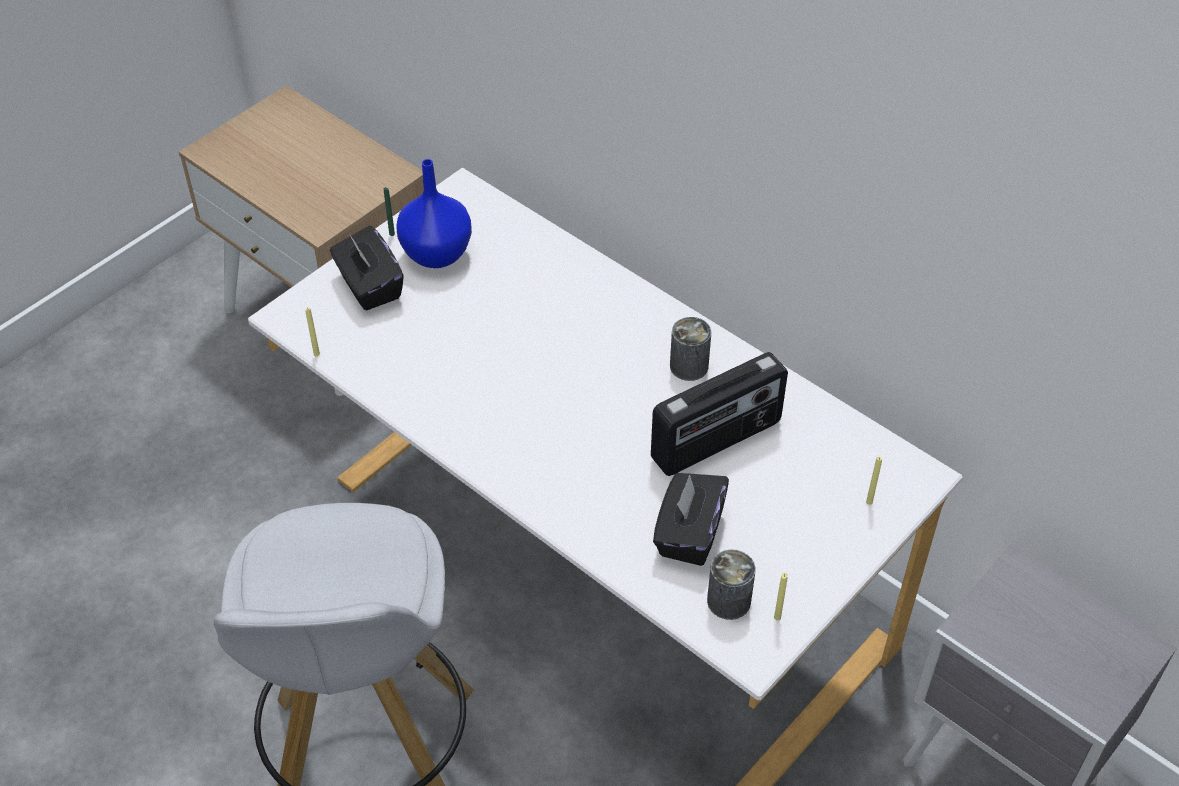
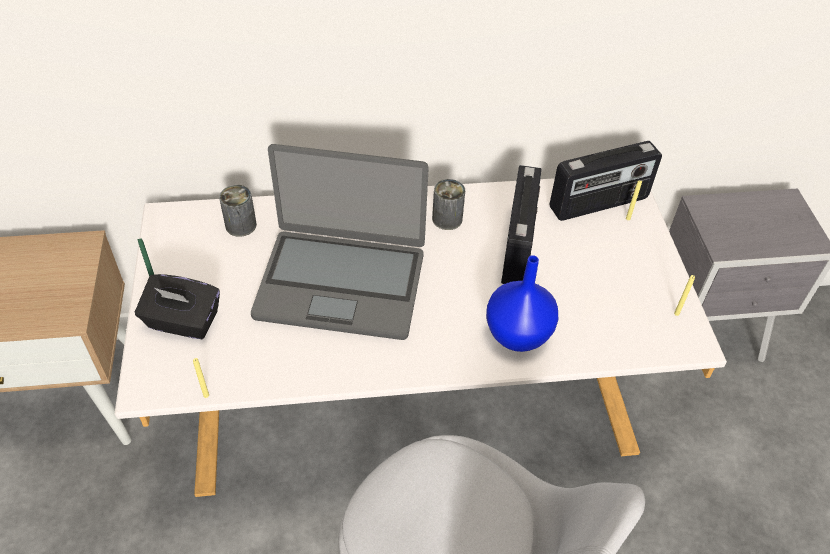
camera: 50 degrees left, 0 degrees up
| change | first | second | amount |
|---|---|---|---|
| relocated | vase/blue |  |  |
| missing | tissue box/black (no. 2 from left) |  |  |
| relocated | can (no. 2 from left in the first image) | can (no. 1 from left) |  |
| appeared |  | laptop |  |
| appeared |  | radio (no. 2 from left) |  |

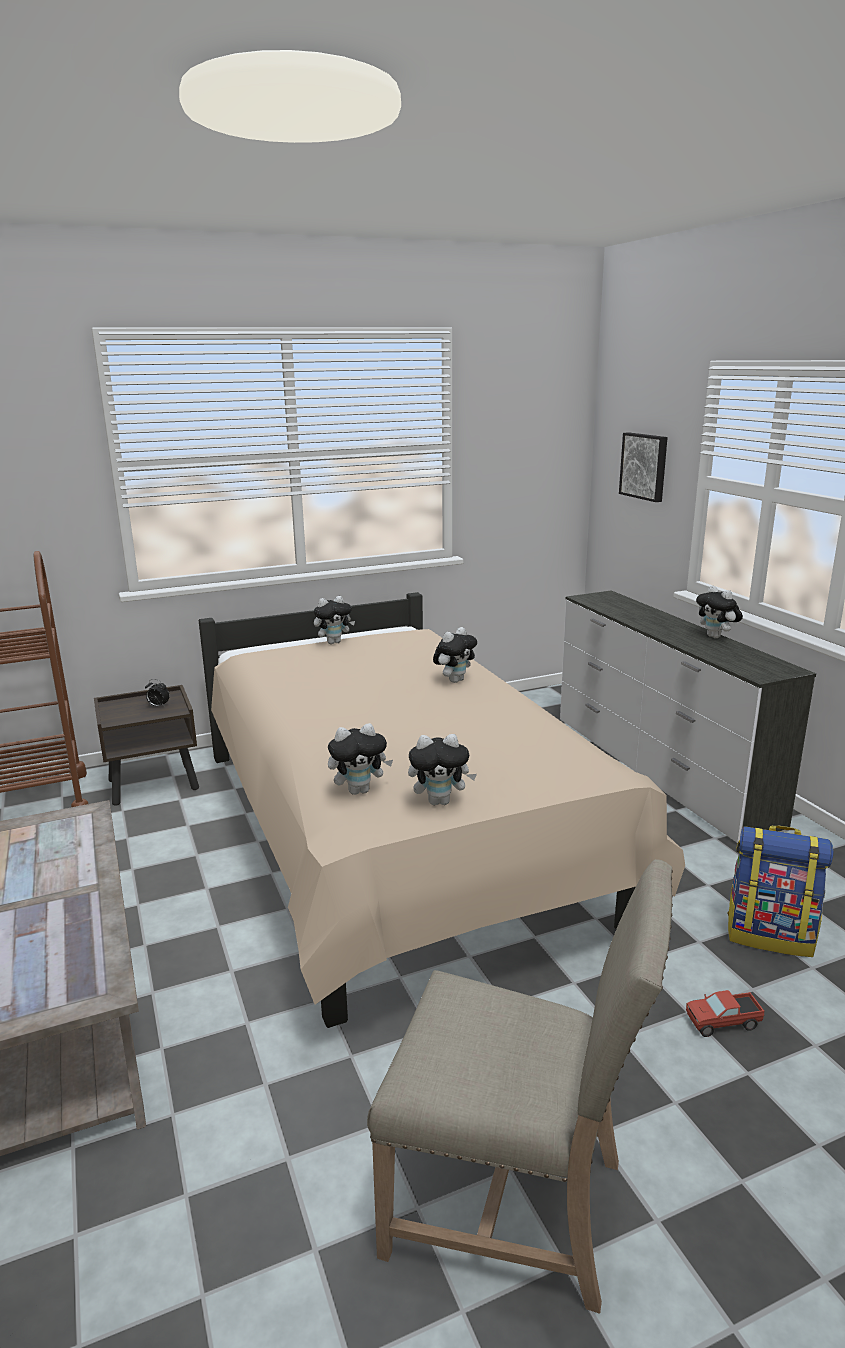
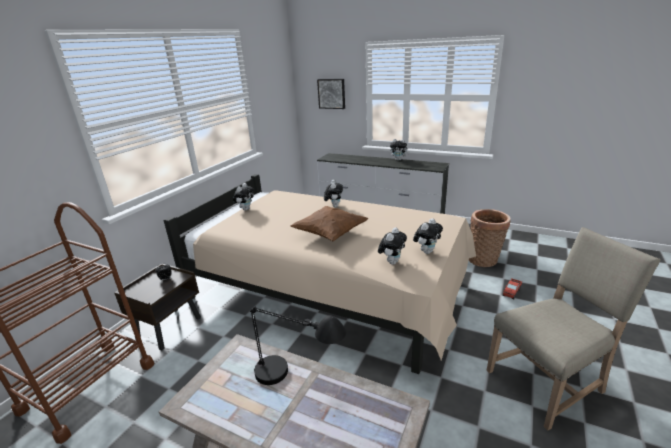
camera: 40 degrees left, 5 degrees up
| change | first | second | amount |
|---|---|---|---|
| exchanged | backpack | basket |  |
| appeared |  | table lamp/black |  |
| appeared |  | pillow/brown |  |

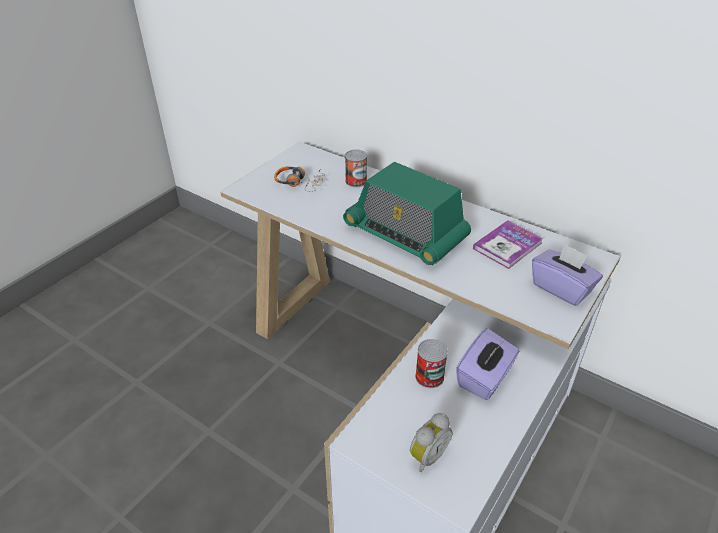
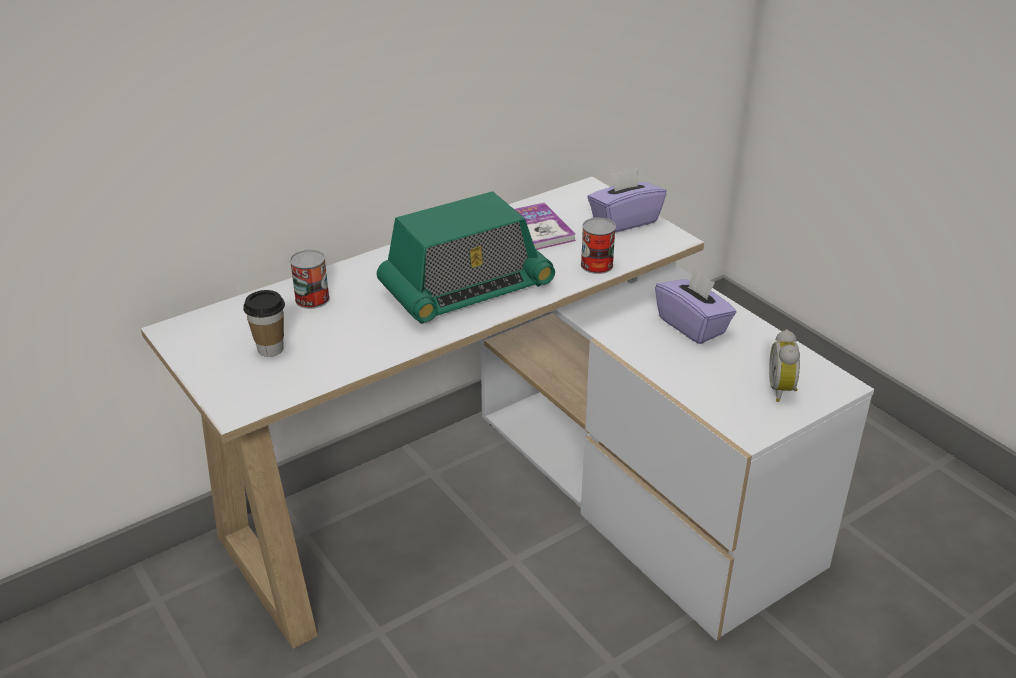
camera: 70 degrees left, 5 degrees down
| change | first | second | amount |
|---|---|---|---|
| exchanged | headphones | cup |  |
| spun | alarm clock |  | 150 degrees counterclockwise |
| relocated | can (no. 2 from left) |  |  |

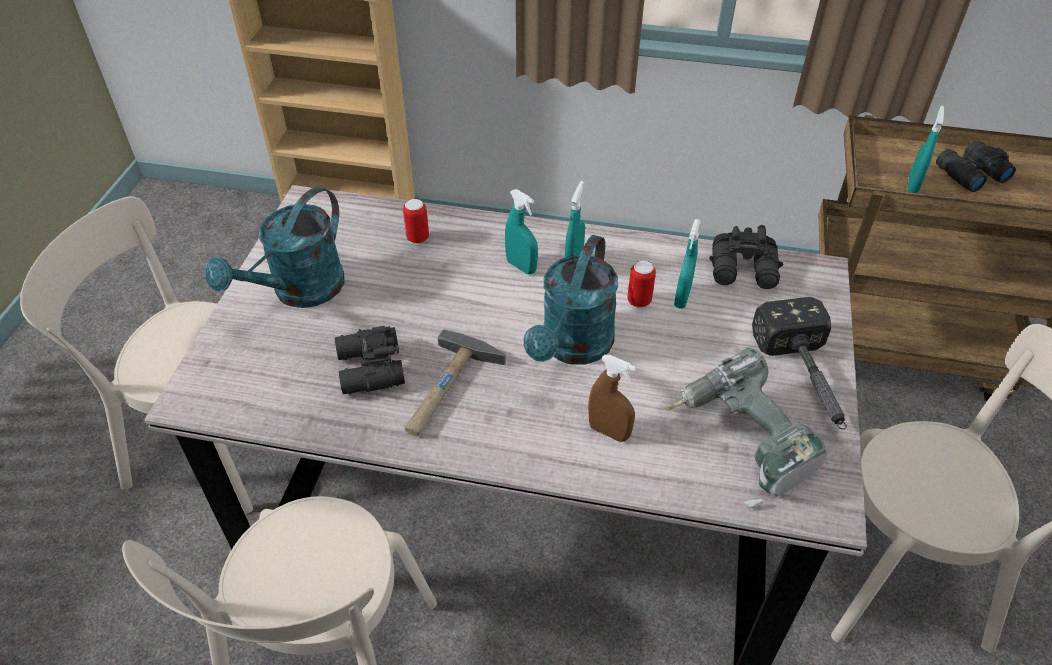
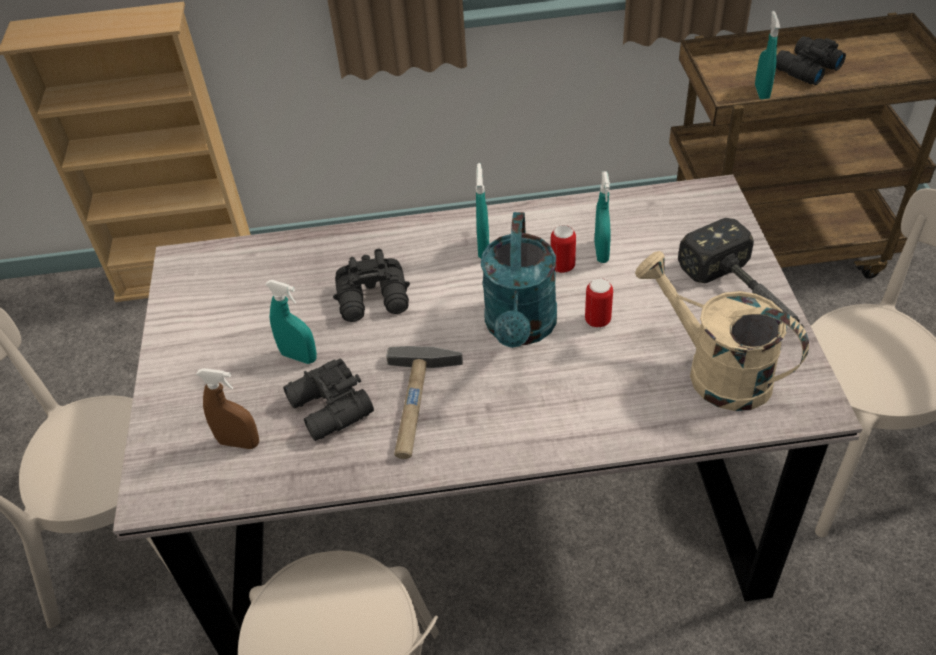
camera: 15 degrees left, 0 degrees up
| change | first | second | amount |
|---|---|---|---|
| missing | watering can/turquoise (no. 1 from left) |  |  |
| relocated | can (no. 1 from left in the first image) | can (no. 2 from left) |  |
| relocated | spray bottle/turquoise (no. 1 from left) |  |  |
| relocated | spray bottle/brown |  |  |
| exchanged | power drill | watering can/beige |  |
| relocated | binoculars/black (no. 2 from left) |  |  |

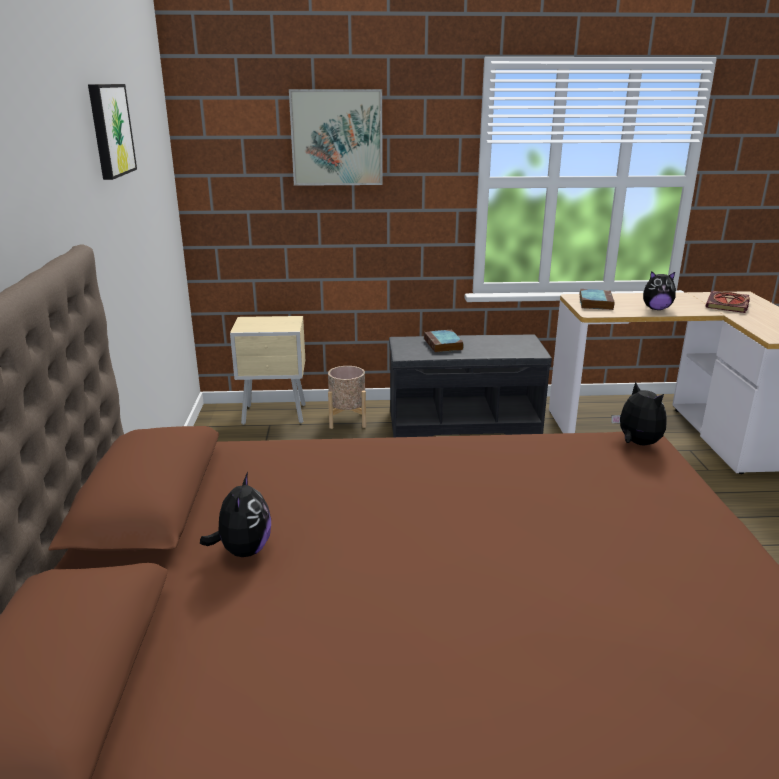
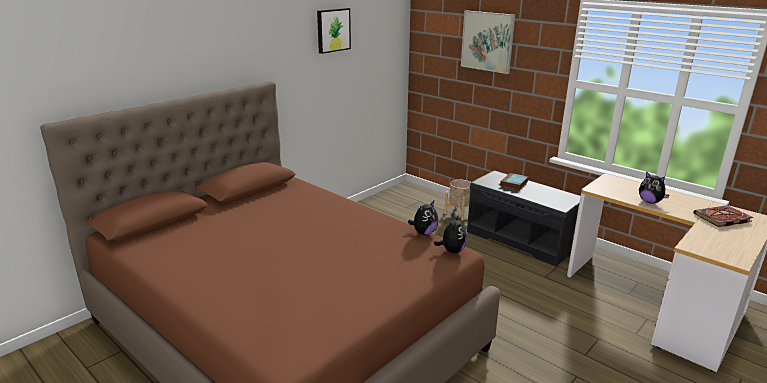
camera: 45 degrees right, 0 degrees up
| change | first | second | amount |
|---|---|---|---|
| relocated | plush toy (no. 1 from left) |  |  |
| missing | nightstand/beige |  |  |
| missing | book (no. 2 from left) |  |  |

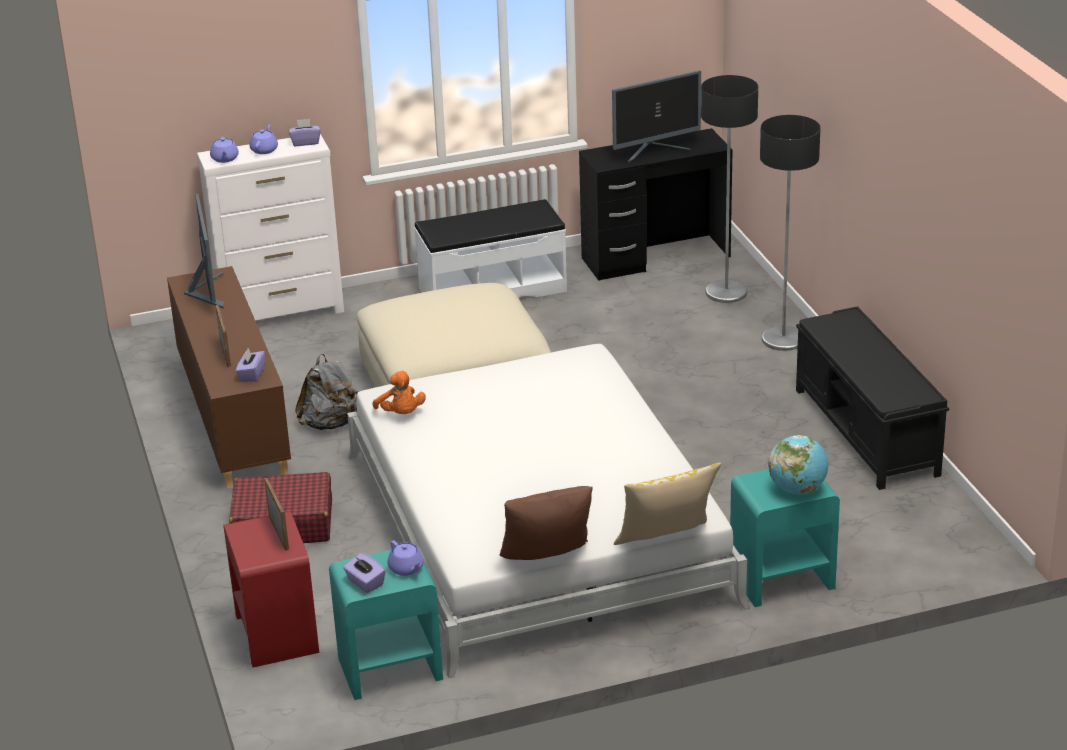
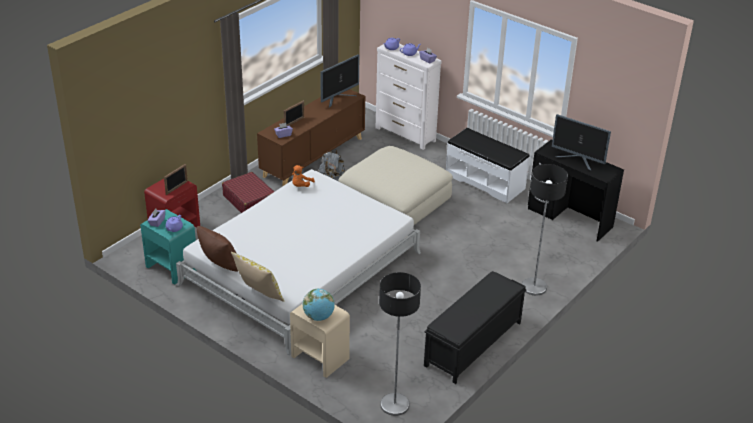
camera: 55 degrees right, 5 degrees up
| change | first | second | amount |
|---|---|---|---|
| relocated | floor lamp (no. 1 from left) |  |  |
| colour | nightstand/turquoise (no. 2 from left) | nightstand/beige |  |

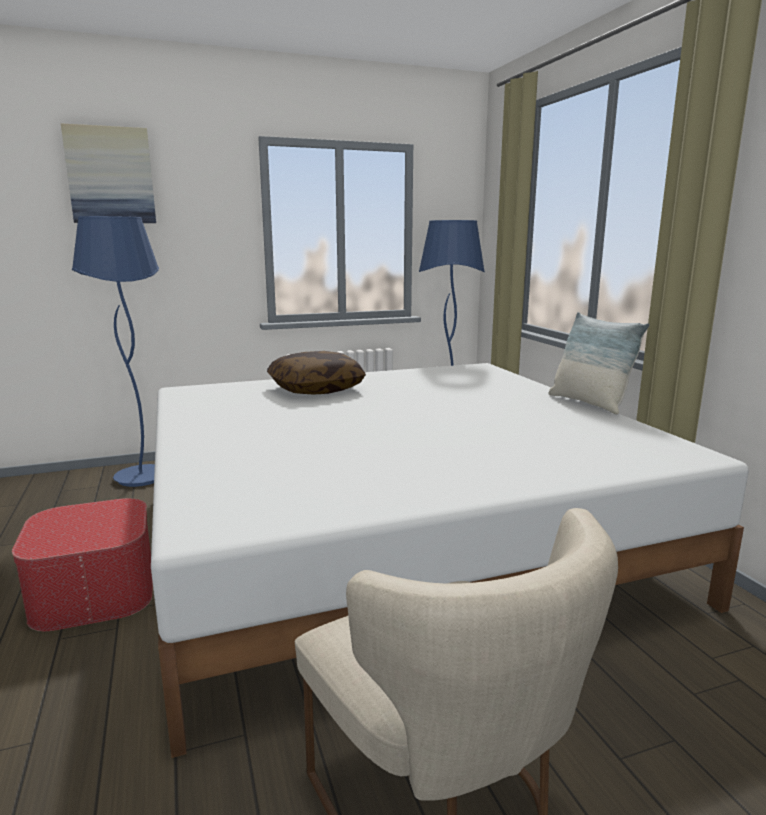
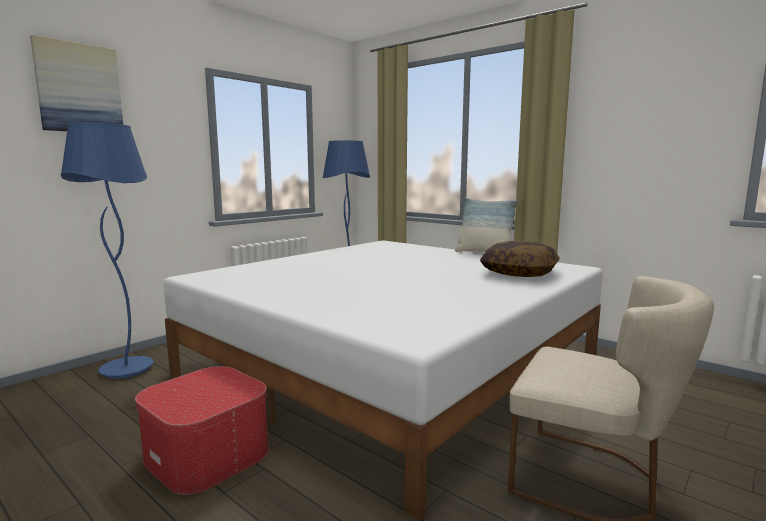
camera: 30 degrees left, 5 degrees down
| change | first | second | amount |
|---|---|---|---|
| relocated | pillow (no. 1 from left in the first image) | pillow (no. 2 from left) |  |

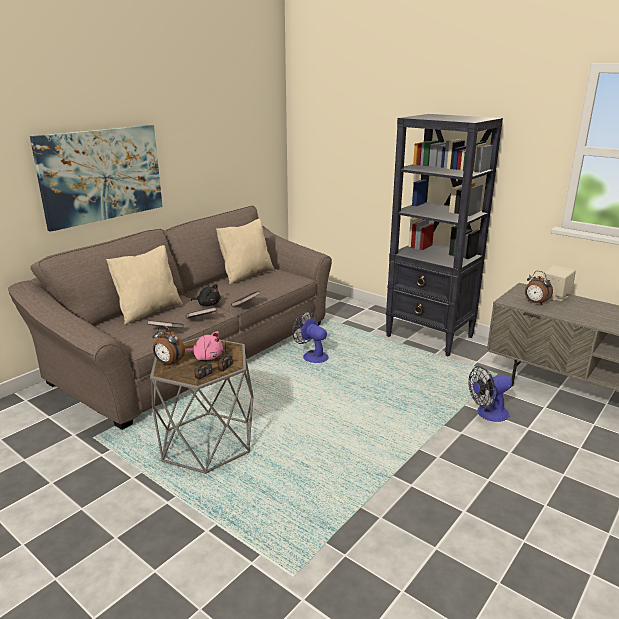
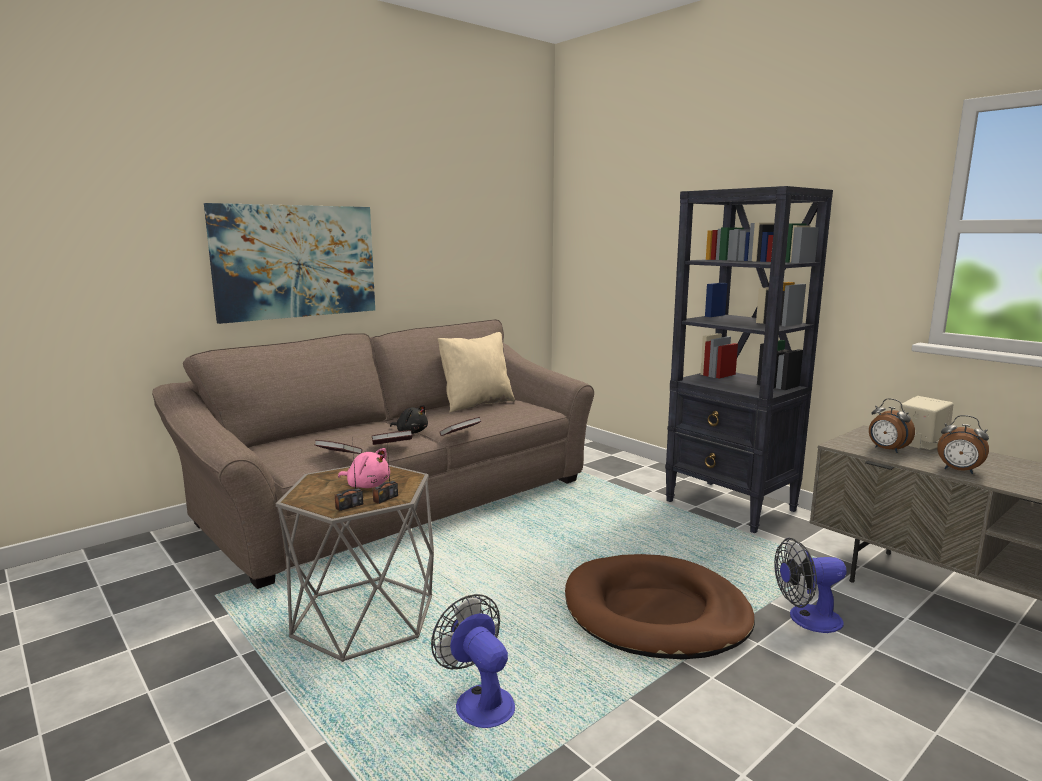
camera: 10 degrees right, 10 degrees down
| change | first | second | amount |
|---|---|---|---|
| missing | pillow/beige (no. 1 from left) |  |  |
| relocated | alarm clock (no. 1 from left in the first image) | alarm clock (no. 2 from left) |  |
| relocated | fan (no. 1 from left) |  |  |
| appeared |  | dog bed/brown |  |

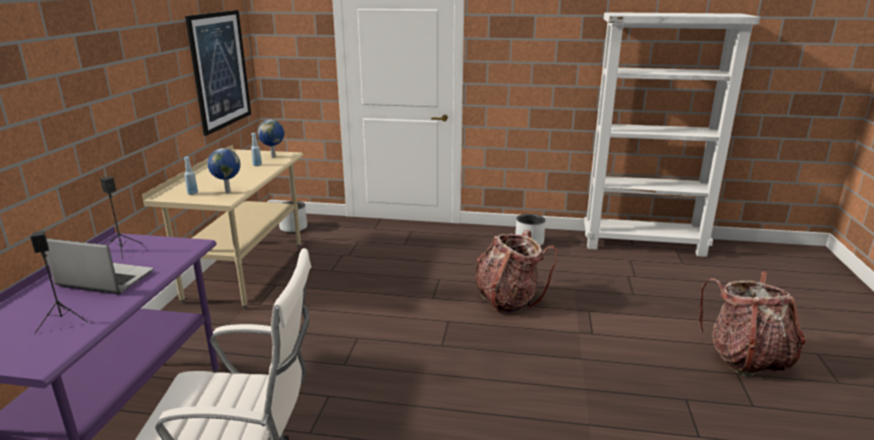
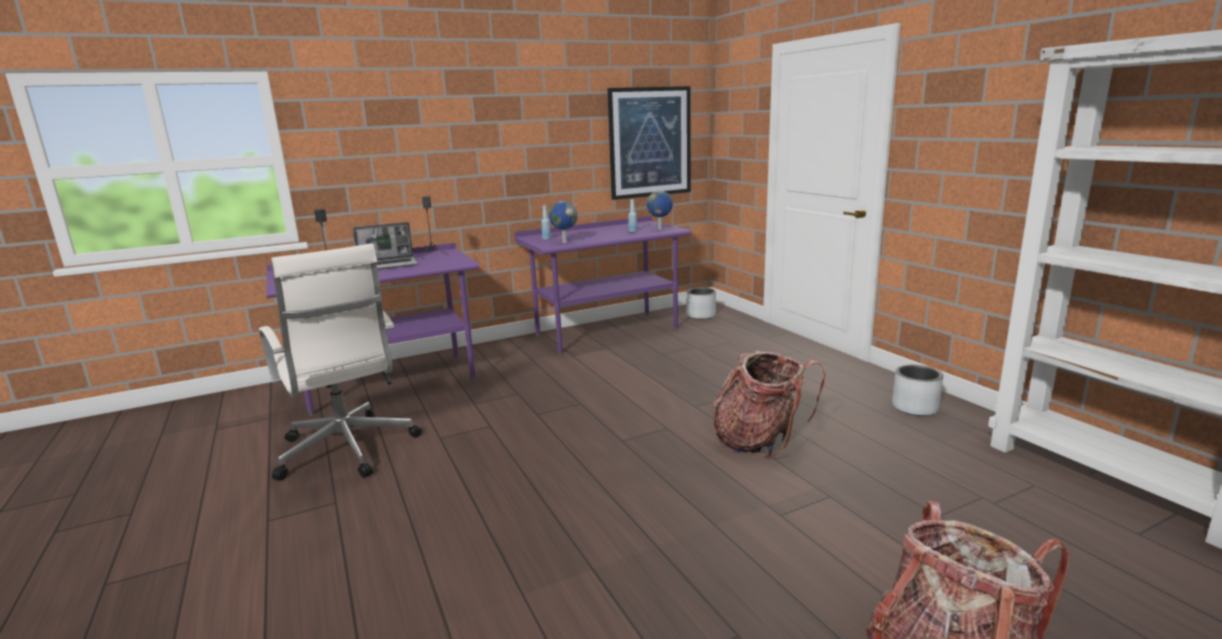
camera: 55 degrees right, 5 degrees down
| change | first | second | amount |
|---|---|---|---|
| spun | laptop |  | 90 degrees clockwise |
| colour | desk/beige | desk/purple (no. 2 from left) |  |

